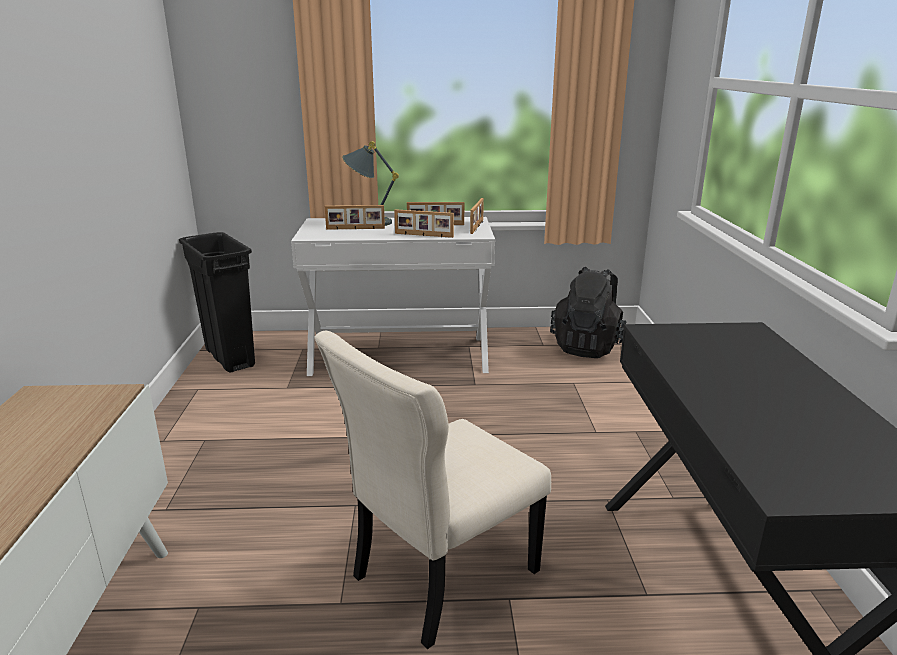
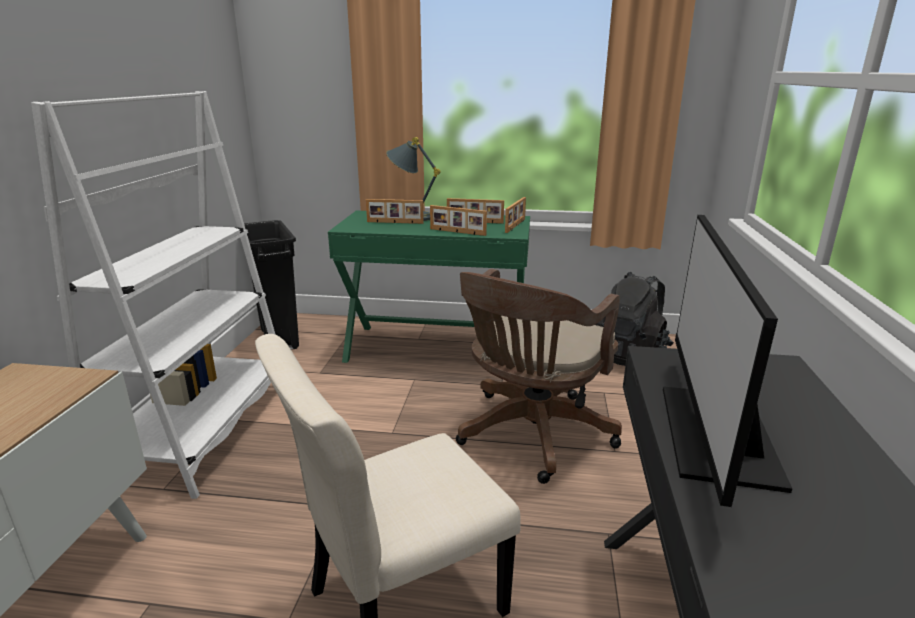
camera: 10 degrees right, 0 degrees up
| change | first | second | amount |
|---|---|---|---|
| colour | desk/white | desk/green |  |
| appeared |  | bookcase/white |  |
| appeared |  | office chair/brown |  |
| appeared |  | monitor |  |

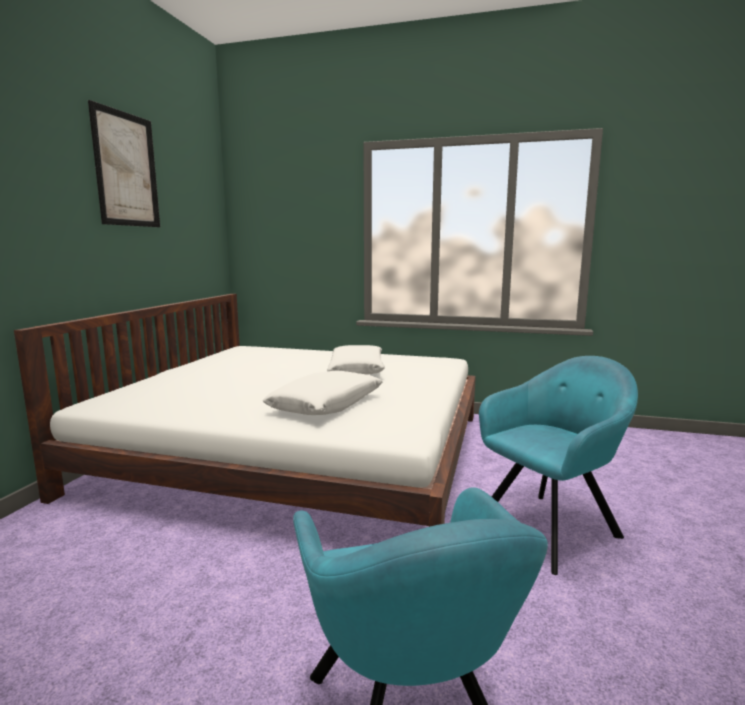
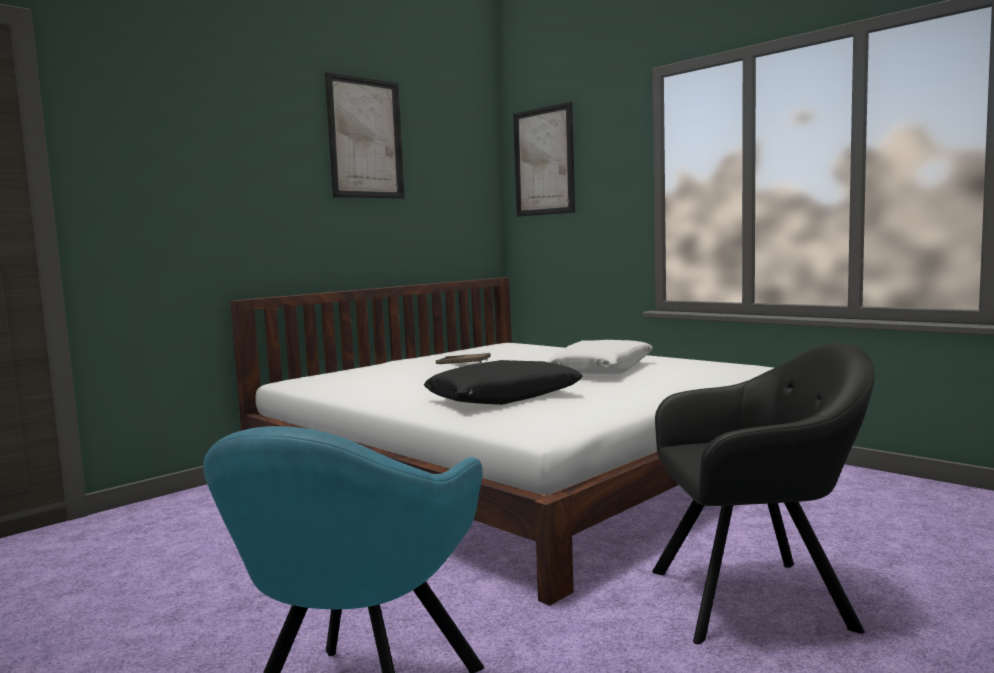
camera: 30 degrees right, 5 degrees down
| change | first | second | amount |
|---|---|---|---|
| colour | pillow/white (no. 1 from left) | pillow/black |  |
| colour | armchair/turquoise (no. 2 from left) | armchair/black |  |
| appeared |  | tray/brown |  |
| appeared |  | picture (no. 2 from left) |  |

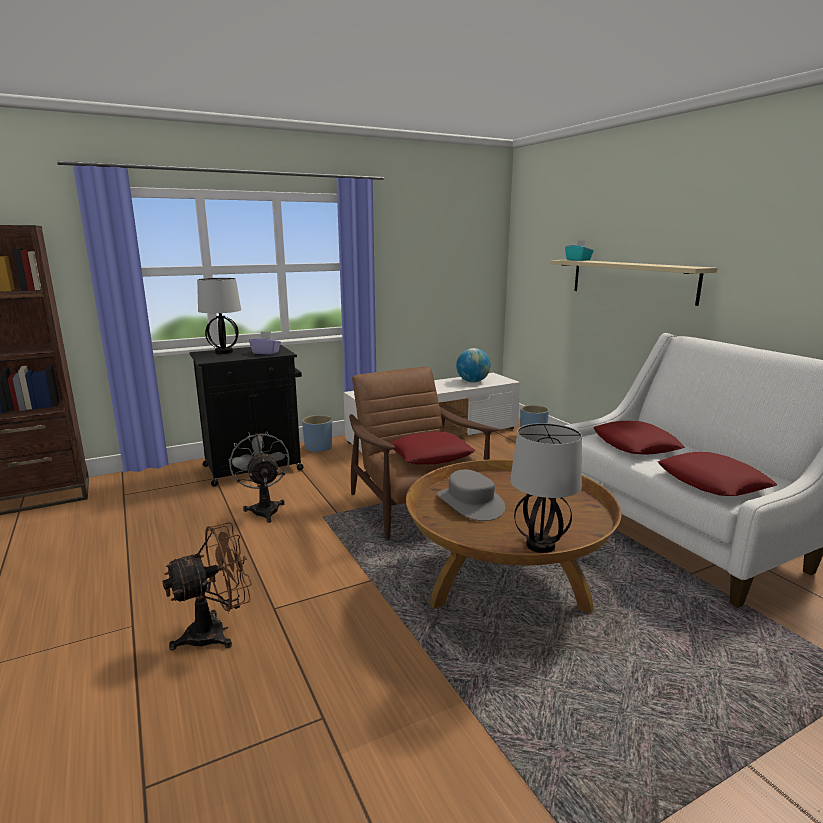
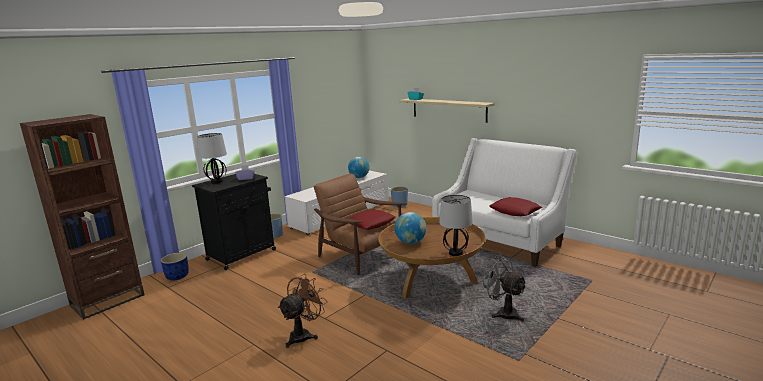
camera: 20 degrees left, 0 degrees up
| change | first | second | amount |
|---|---|---|---|
| relocated | fan/grey |  |  |
| exchanged | hat/grey | globe (no. 2 from left) |  |
| missing | pillow/red (no. 2 from left) |  |  |
| appeared |  | planter/blue (no. 1 from left) |  |

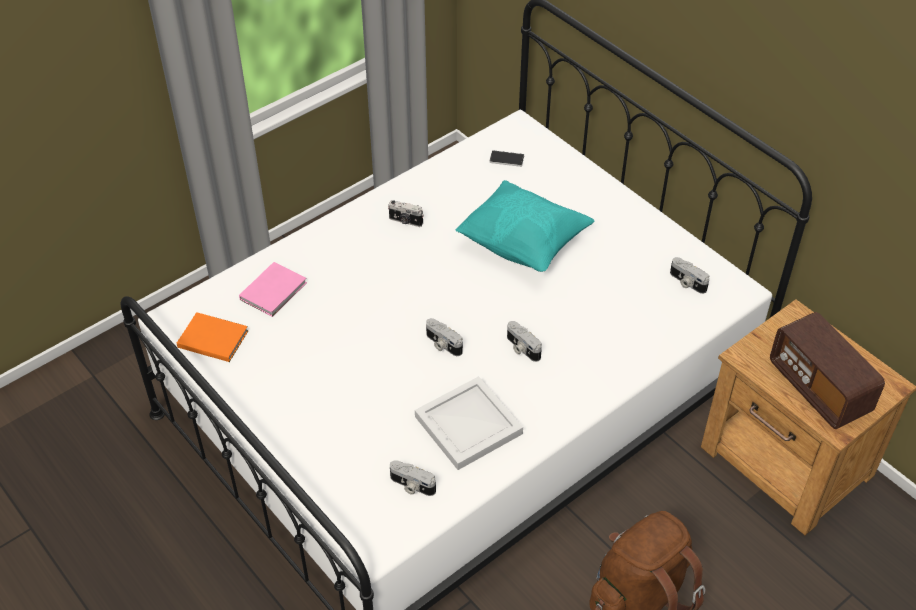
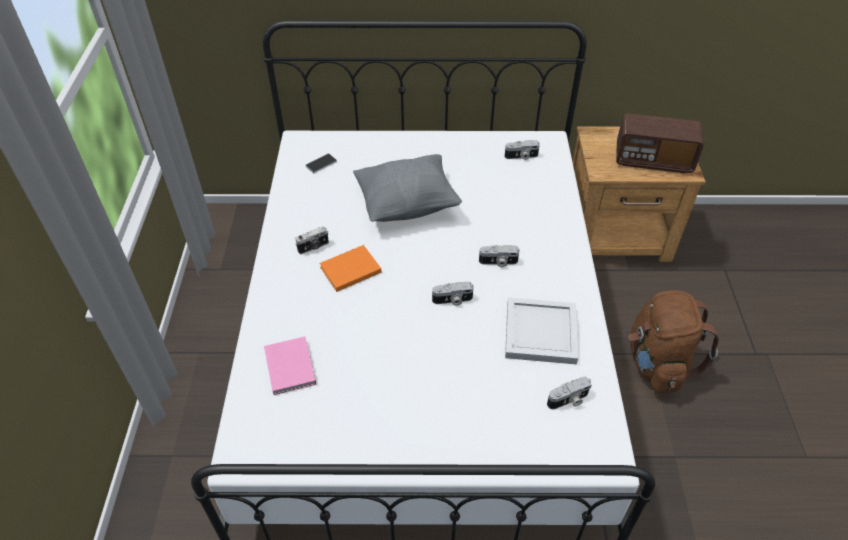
camera: 50 degrees left, 0 degrees up
| change | first | second | amount |
|---|---|---|---|
| relocated | book/orange |  |  |
| colour | pillow/turquoise | pillow/grey |  |

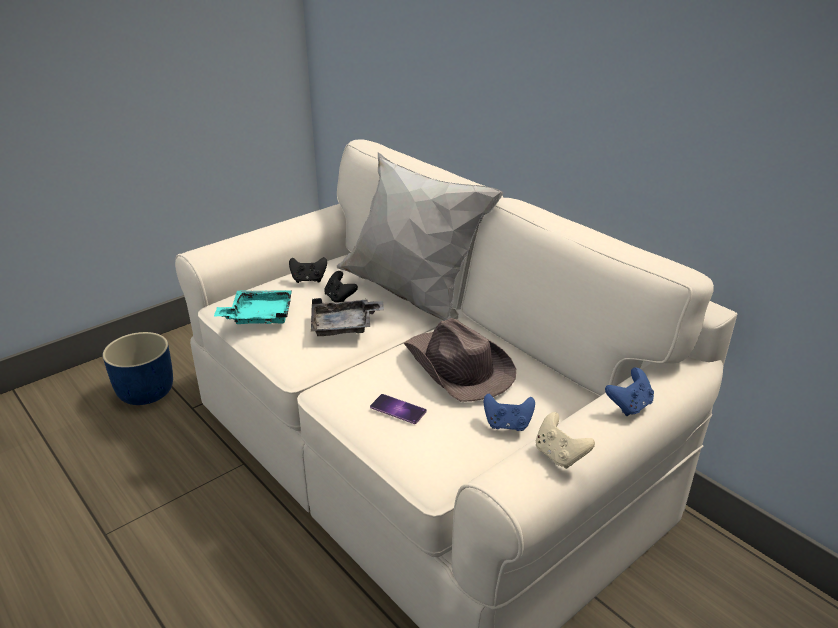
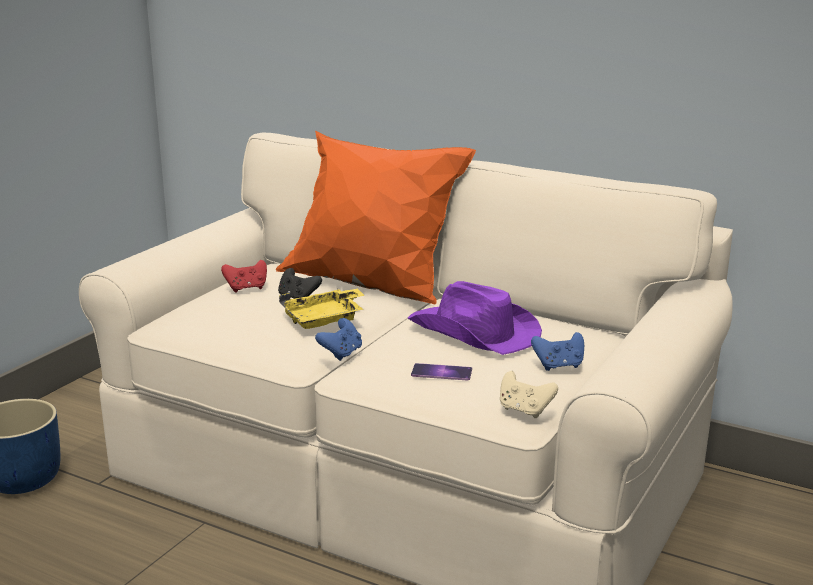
camera: 20 degrees left, 10 degrees down
| change | first | second | amount |
|---|---|---|---|
| missing | tray/turquoise |  |  |
| colour | game controller/black (no. 1 from left) | game controller/red |  |
| colour | tray/grey | tray/yellow |  |
| colour | pillow/white | pillow/orange |  |
| colour | hat/brown | hat/purple |  |
| relocated | game controller/beige |  |  |
| relocated | game controller/blue (no. 2 from left in the first image) | game controller/blue (no. 1 from left) |  |

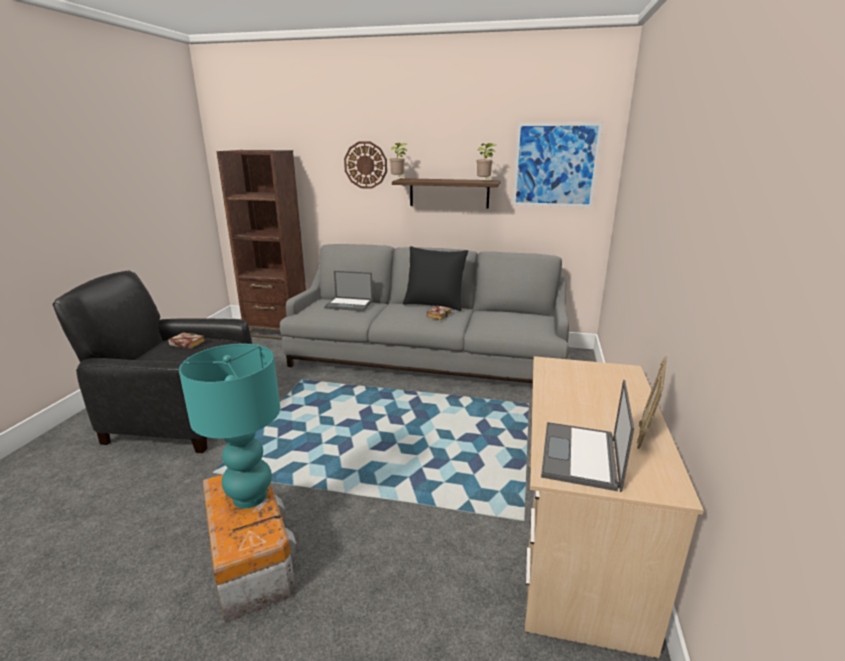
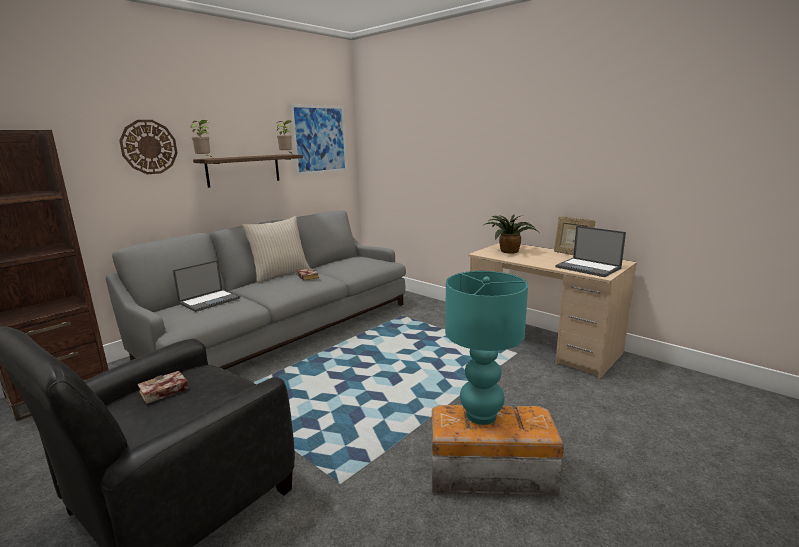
camera: 60 degrees left, 5 degrees down
| change | first | second | amount |
|---|---|---|---|
| colour | pillow/black | pillow/beige |  |
| appeared |  | potted plant (no. 3 from left) |  |

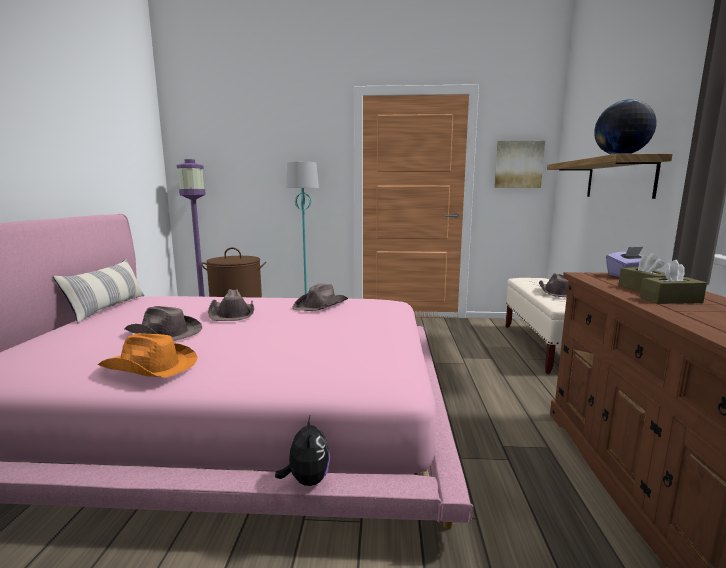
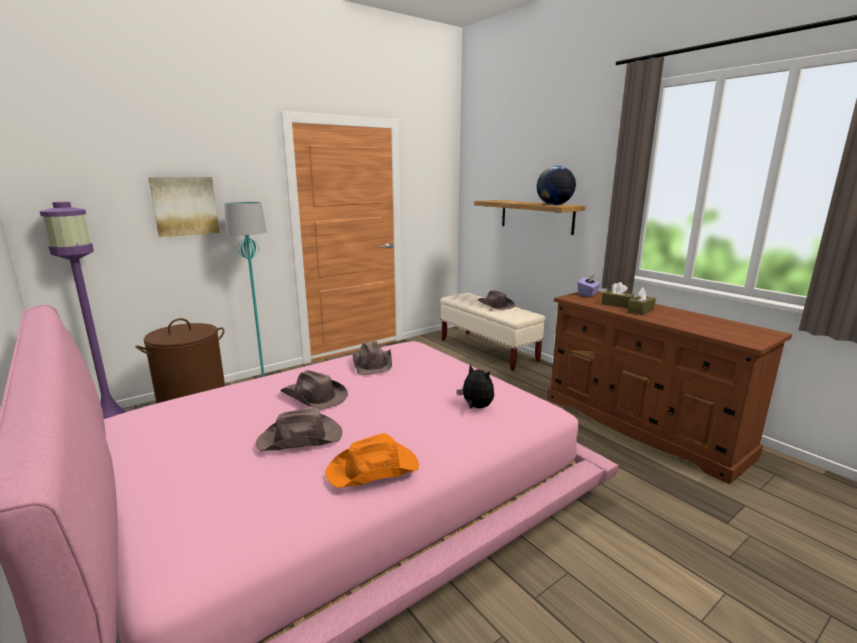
camera: 40 degrees left, 5 degrees up
| change | first | second | amount |
|---|---|---|---|
| missing | pillow |  |  |
| relocated | plush toy |  |  |
| relocated | picture |  |  |

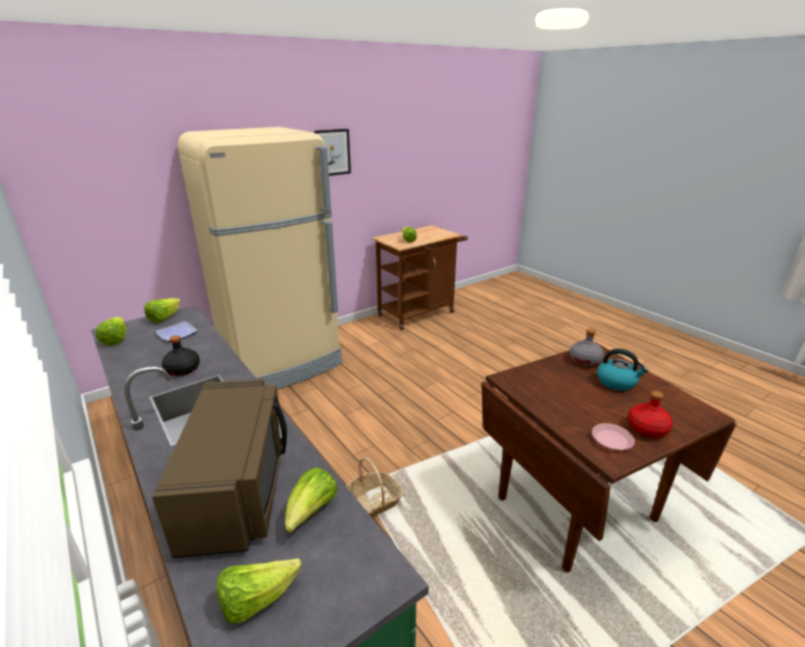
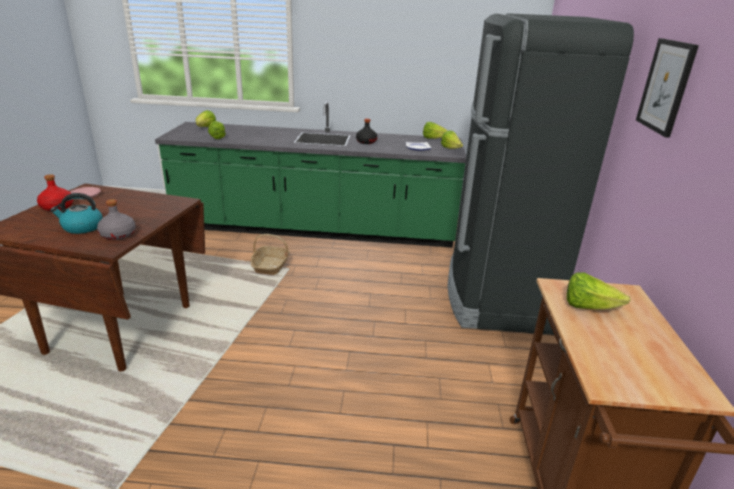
camera: 130 degrees right, 0 degrees up
| change | first | second | amount |
|---|---|---|---|
| missing | microwave/brown |  |  |
| colour | fridge/beige | fridge/black |  |

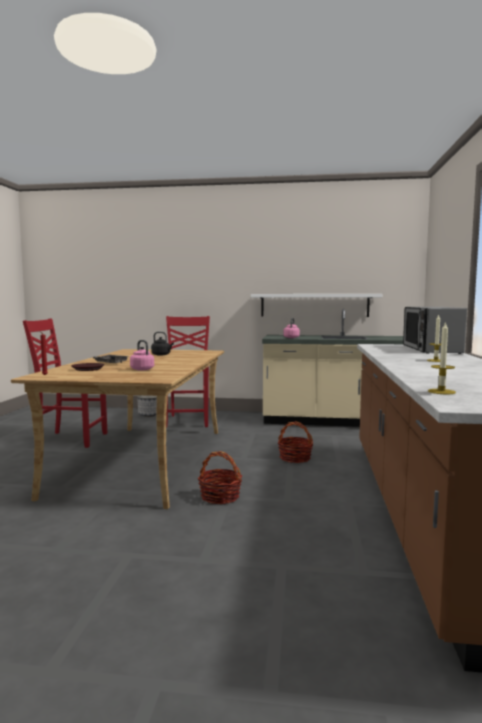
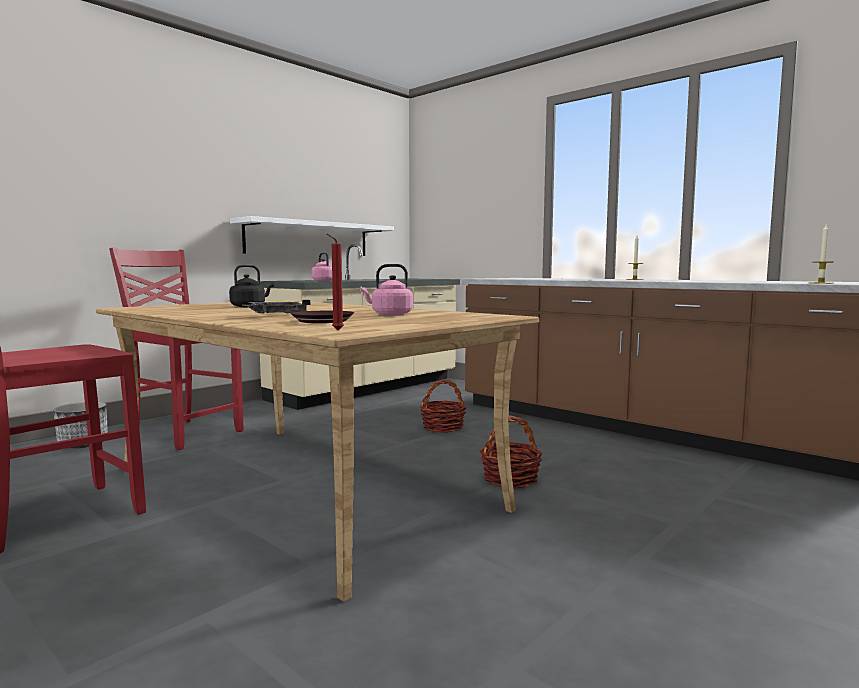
camera: 55 degrees left, 0 degrees up
| change | first | second | amount |
|---|---|---|---|
| missing | microwave |  |  |

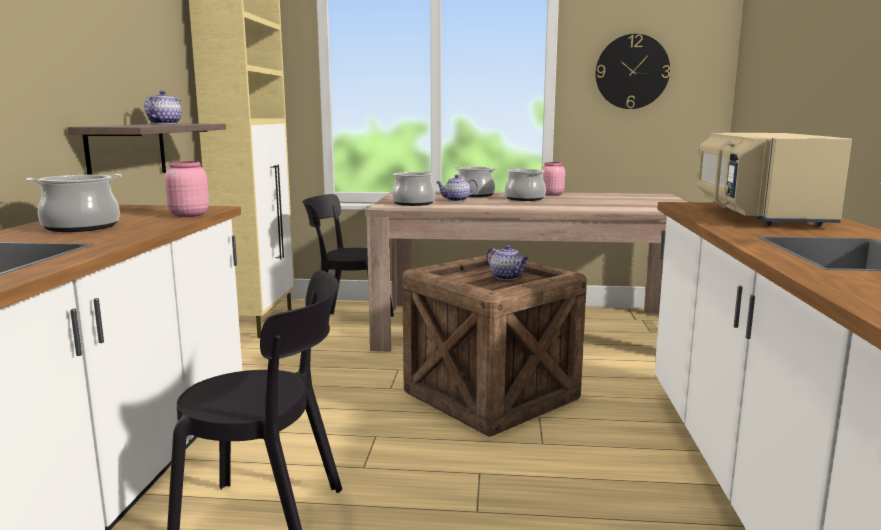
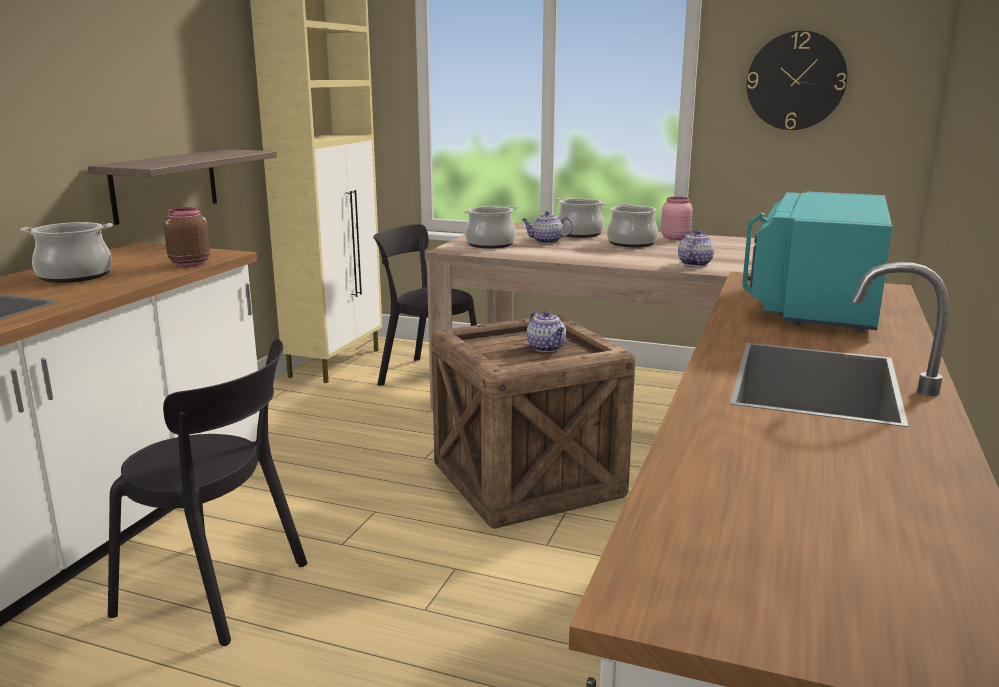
camera: 15 degrees right, 5 degrees up
| change | first | second | amount |
|---|---|---|---|
| relocated | teapot (no. 1 from left in the first image) | teapot (no. 3 from left) |  |
| colour | jar/pink (no. 1 from left) | jar/brown |  |
| colour | microwave/beige | microwave/turquoise |  |

